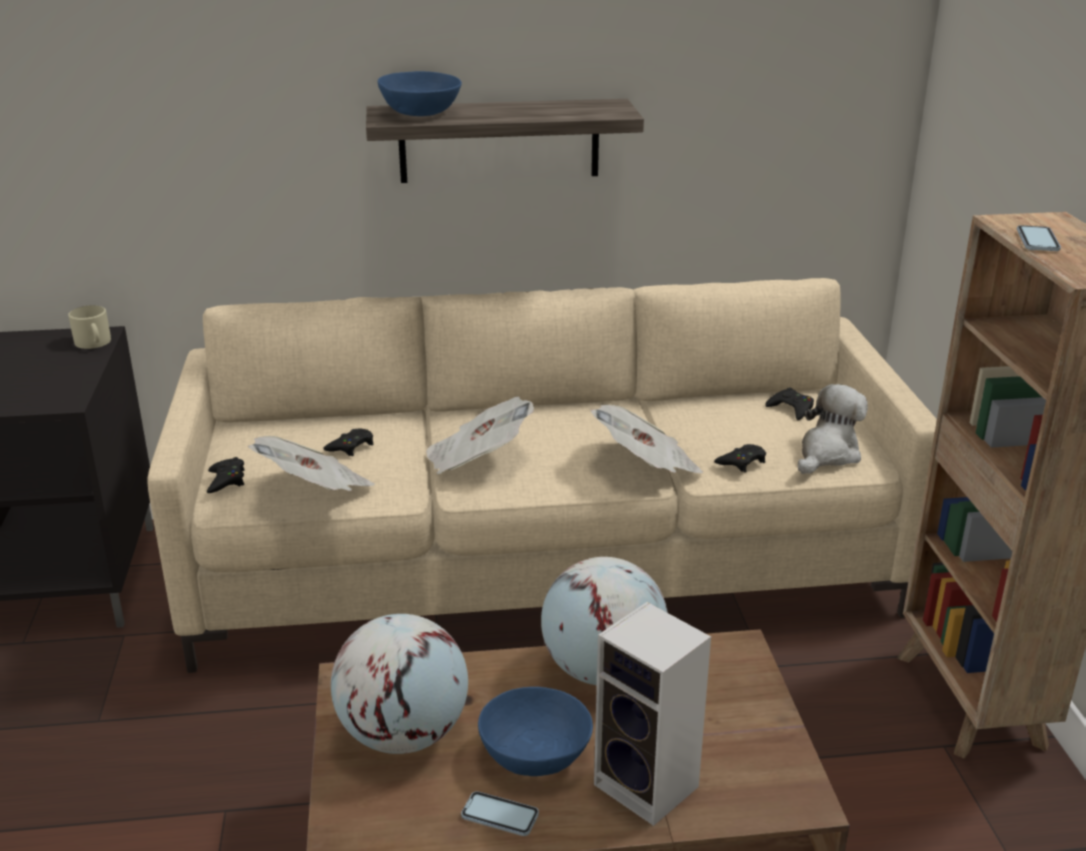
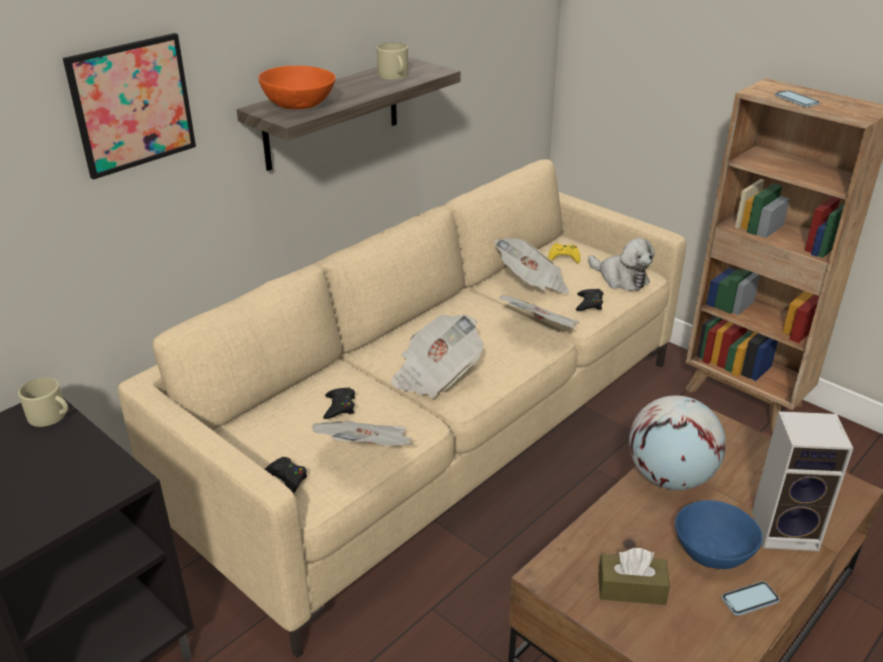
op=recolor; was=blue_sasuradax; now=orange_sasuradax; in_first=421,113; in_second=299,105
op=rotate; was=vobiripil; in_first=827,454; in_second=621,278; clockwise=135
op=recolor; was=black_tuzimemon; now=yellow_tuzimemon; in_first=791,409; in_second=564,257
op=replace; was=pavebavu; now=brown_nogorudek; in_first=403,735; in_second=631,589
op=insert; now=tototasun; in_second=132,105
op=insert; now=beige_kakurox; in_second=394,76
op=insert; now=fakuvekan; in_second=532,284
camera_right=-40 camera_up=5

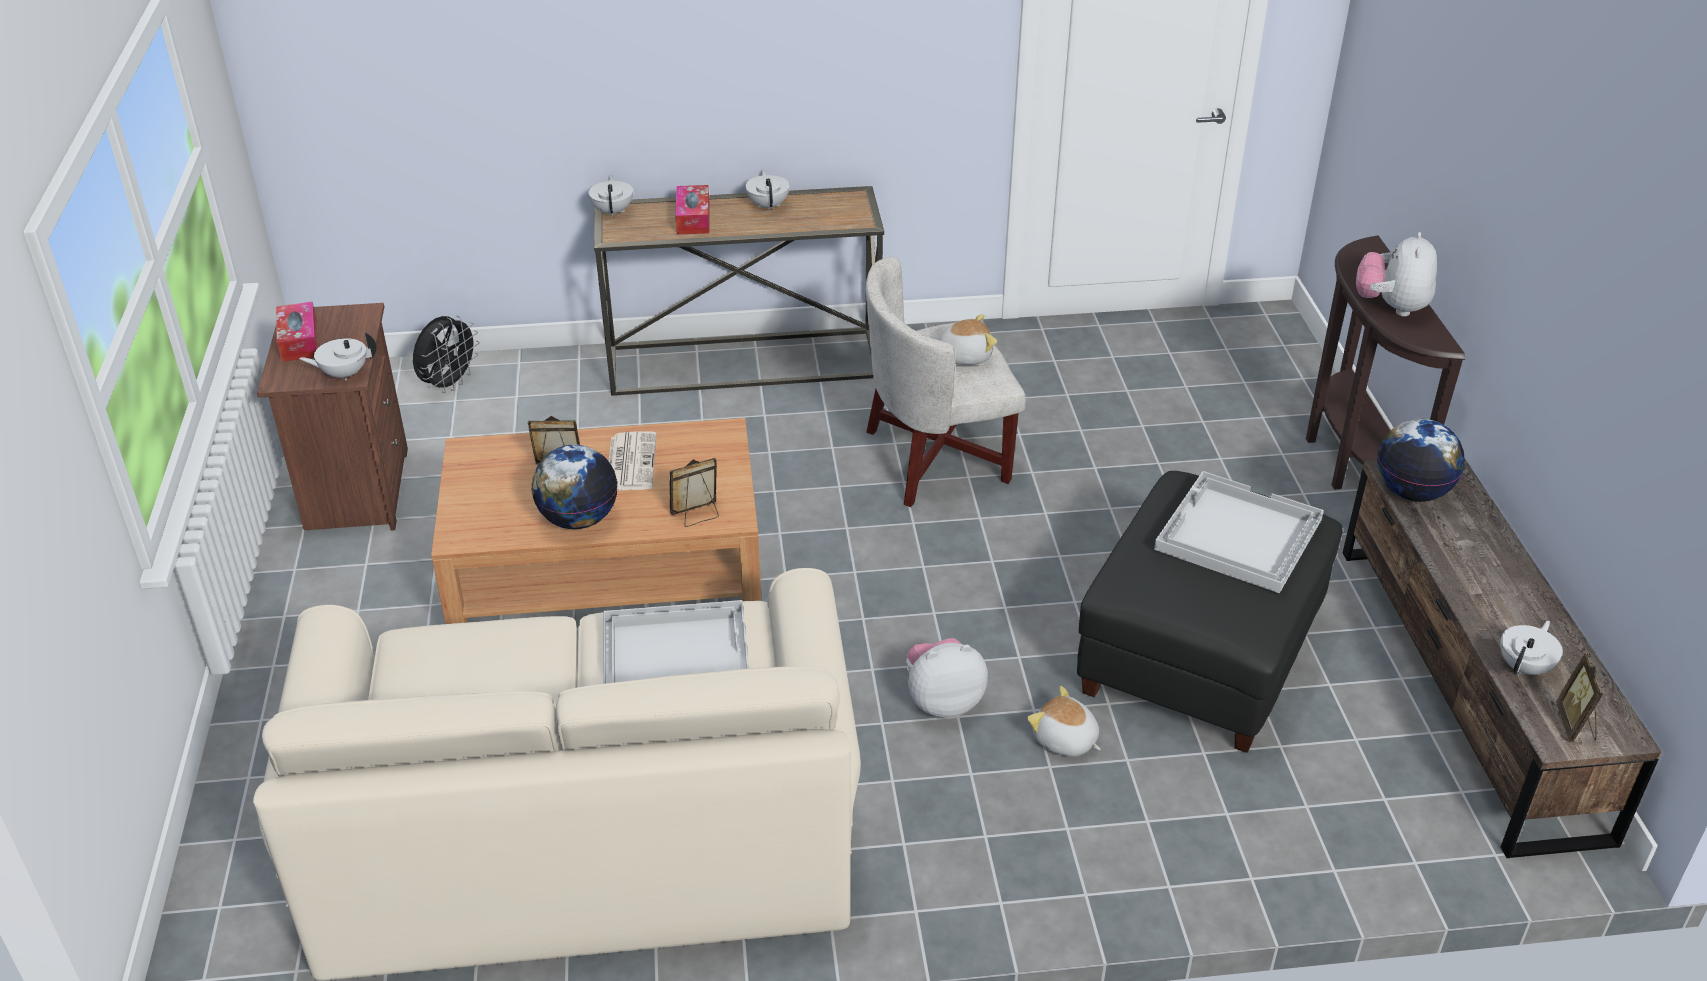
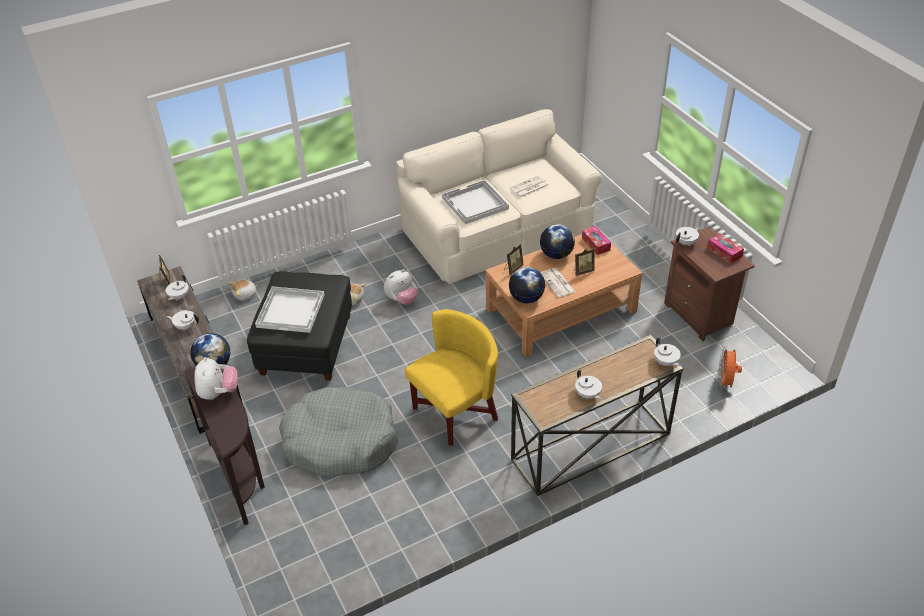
op=move; was=nogorudek; in_first=693,218; in_second=595,244
op=recolor; was=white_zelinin; now=yellow_zelinin; in_first=935,458; in_second=455,412
op=move; was=vobiripil; in_first=964,355; in_second=245,294
op=recolor; was=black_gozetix; now=orange_gozetix; in_first=449,384; in_second=725,382
op=insert; now=fakuvekan; in_second=529,187
op=insert; now=pavebavu; in_second=526,298
op=insert; now=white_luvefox; in_second=185,326
op=insert; now=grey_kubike; in_second=340,441
camera_right=160 camera_up=5

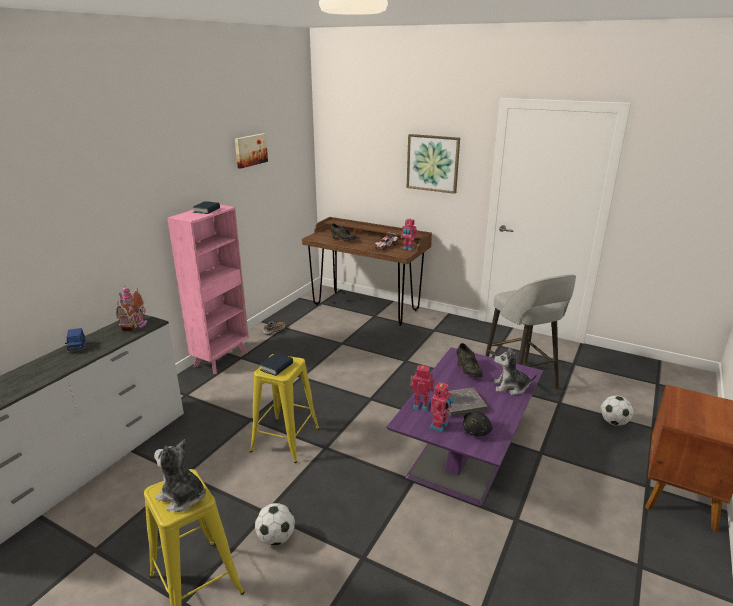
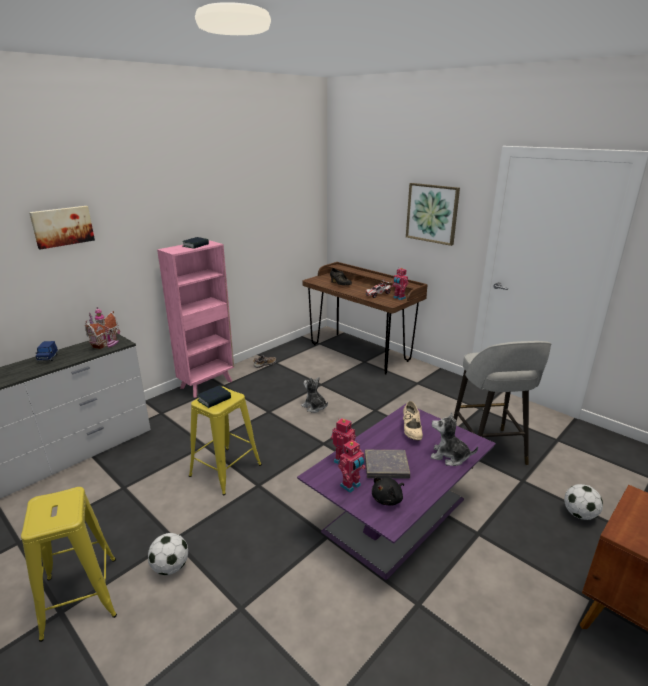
op=move; was=tototasun; in_first=250,150; in_second=62,226
op=recolor; was=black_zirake; now=beige_zirake; in_first=468,371; in_second=411,431
op=move; was=vobiripil; in_first=182,497; in_second=314,407
camera_right=15 camera_up=0

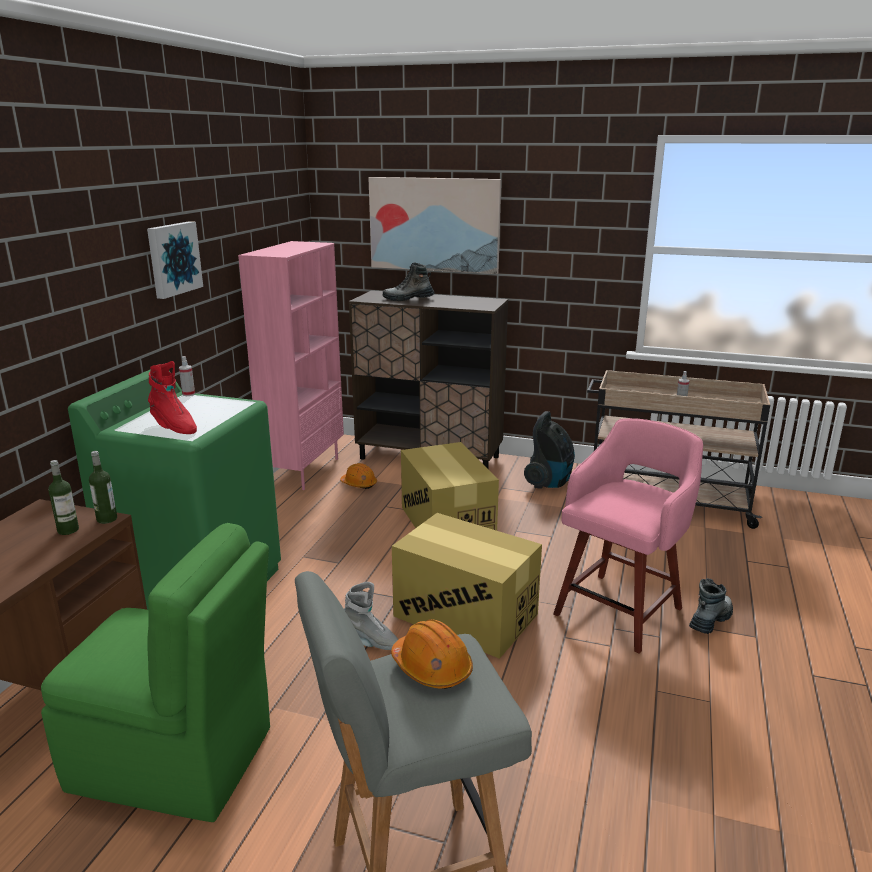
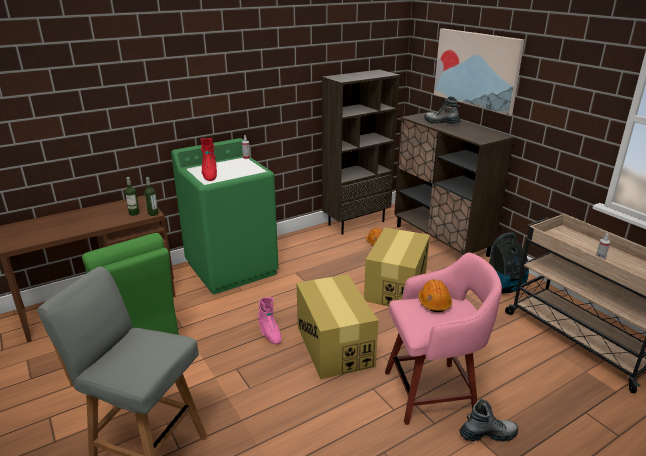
op=delete; was=tototasun; in_first=173,259
op=recolor; was=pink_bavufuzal; now=brown_bavufuzal; in_first=304,471; in_second=356,223
op=recolor; was=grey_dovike; now=pink_dovike; in_first=369,641; in_second=269,334
op=move; was=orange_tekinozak; in_first=432,668; in_second=434,302
camera_right=40 camera_up=5

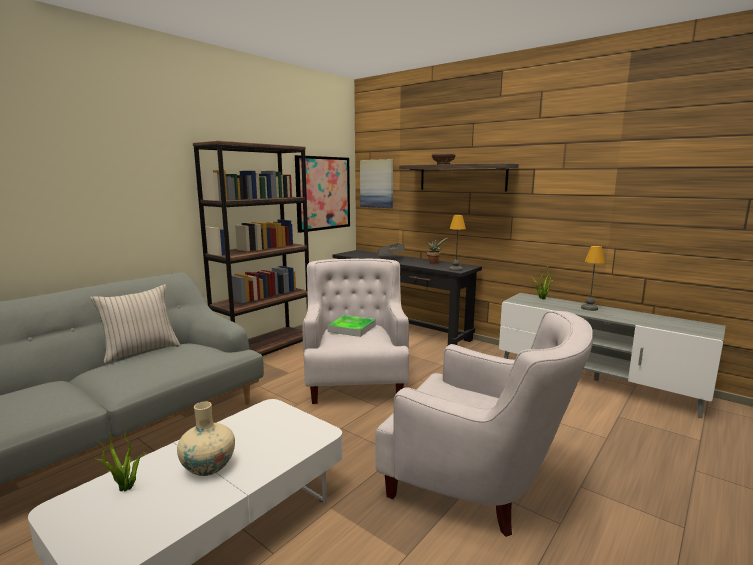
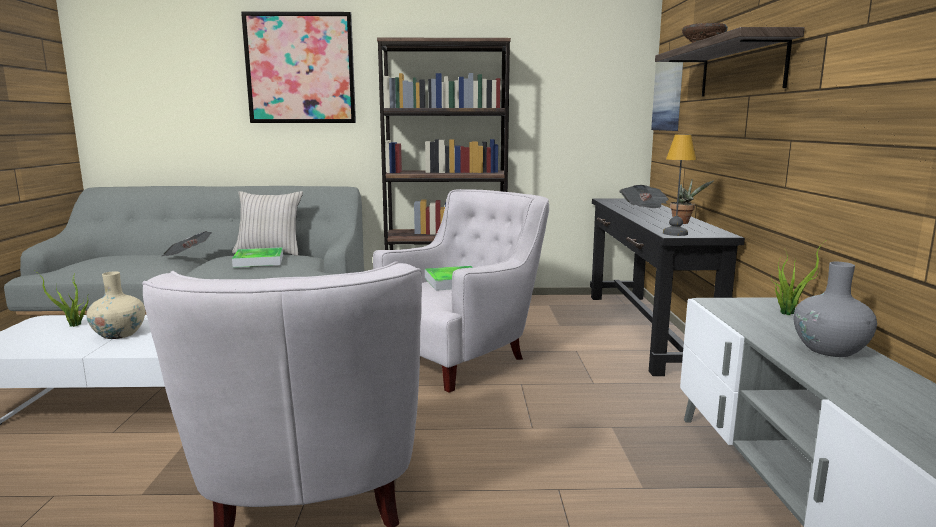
op=move; was=tototasun; in_first=323,193; in_second=300,68
op=replace; was=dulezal; now=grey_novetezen; in_first=590,308; in_second=829,350
op=insert; now=fakuvekan; in_second=188,257
op=insert; now=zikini; in_second=259,261
camera_right=50 camera_up=0

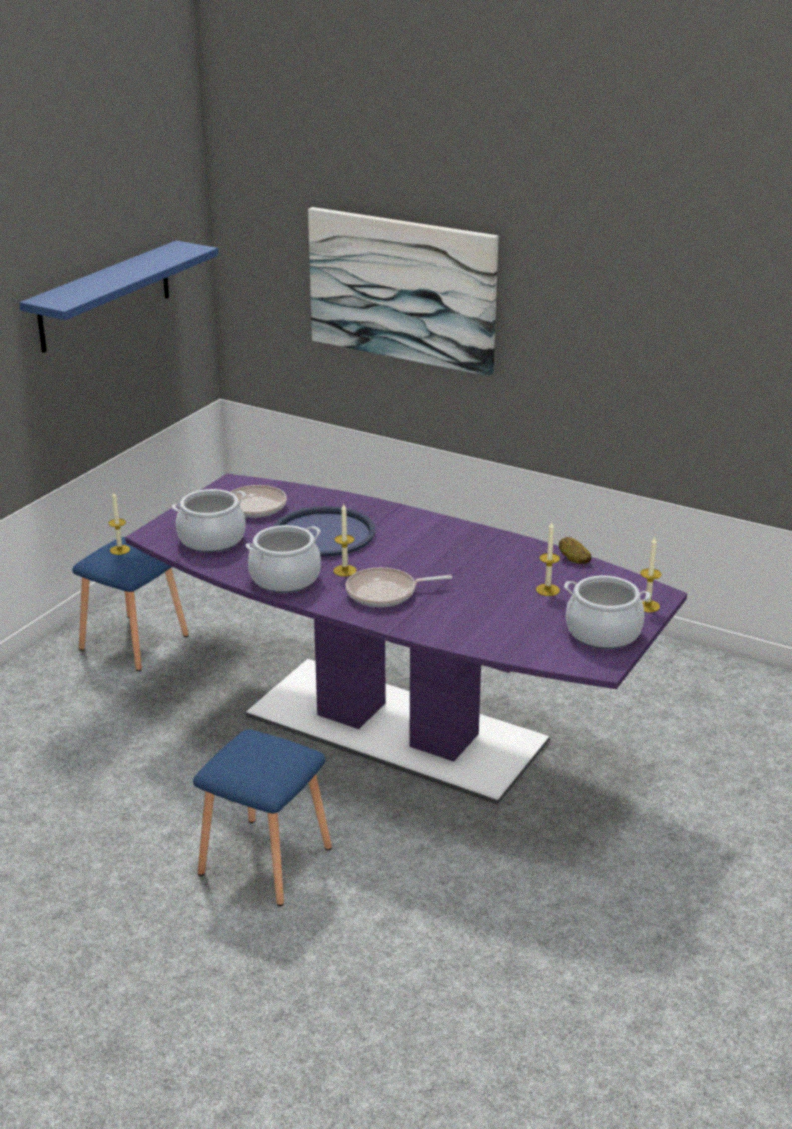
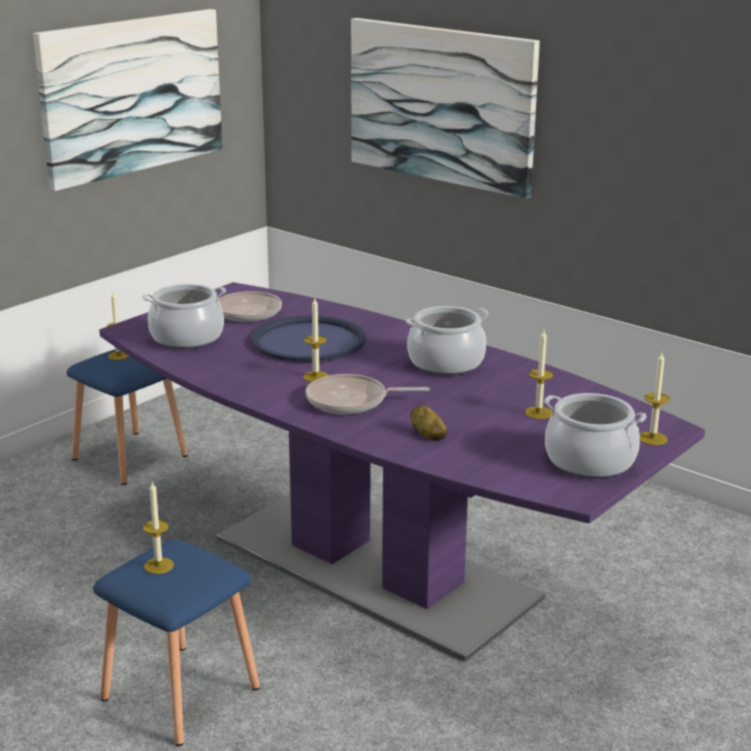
op=replace; was=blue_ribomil; now=tototasun; in_first=105,296; in_second=132,95
op=move; was=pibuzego; in_first=285,579; in_second=445,363
op=move; was=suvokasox; in_first=574,559; in_second=427,434
op=insert; now=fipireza; in_second=158,566
camera_right=10 camera_up=-5

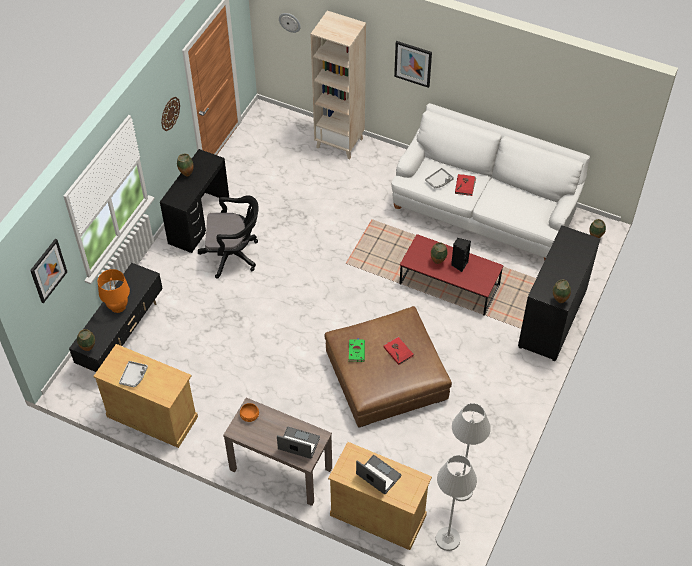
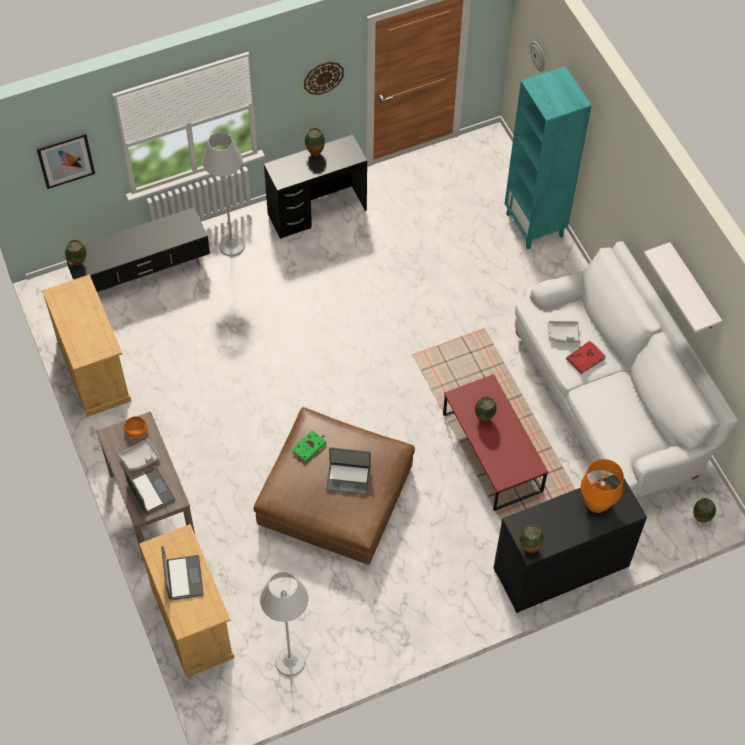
op=recolor; was=beige_bavufuzal; now=turquoise_bavufuzal; in_first=340,143; in_second=535,225
op=delete; was=tototasun; in_first=413,63
op=delete; was=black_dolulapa; in_first=233,255
op=delete; was=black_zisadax; in_first=459,264
op=move; was=orange_dulezal; in_first=118,306; in_second=597,503
op=replace; was=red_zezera; now=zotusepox; in_first=398,351; in_second=348,478
op=move; was=grey_zikini; in_first=134,376; in_second=140,458
op=move; was=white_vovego; in_first=447,539; in_second=232,246
op=insert; now=white_ribomil; in_second=693,288
camera_right=40 camera_up=5

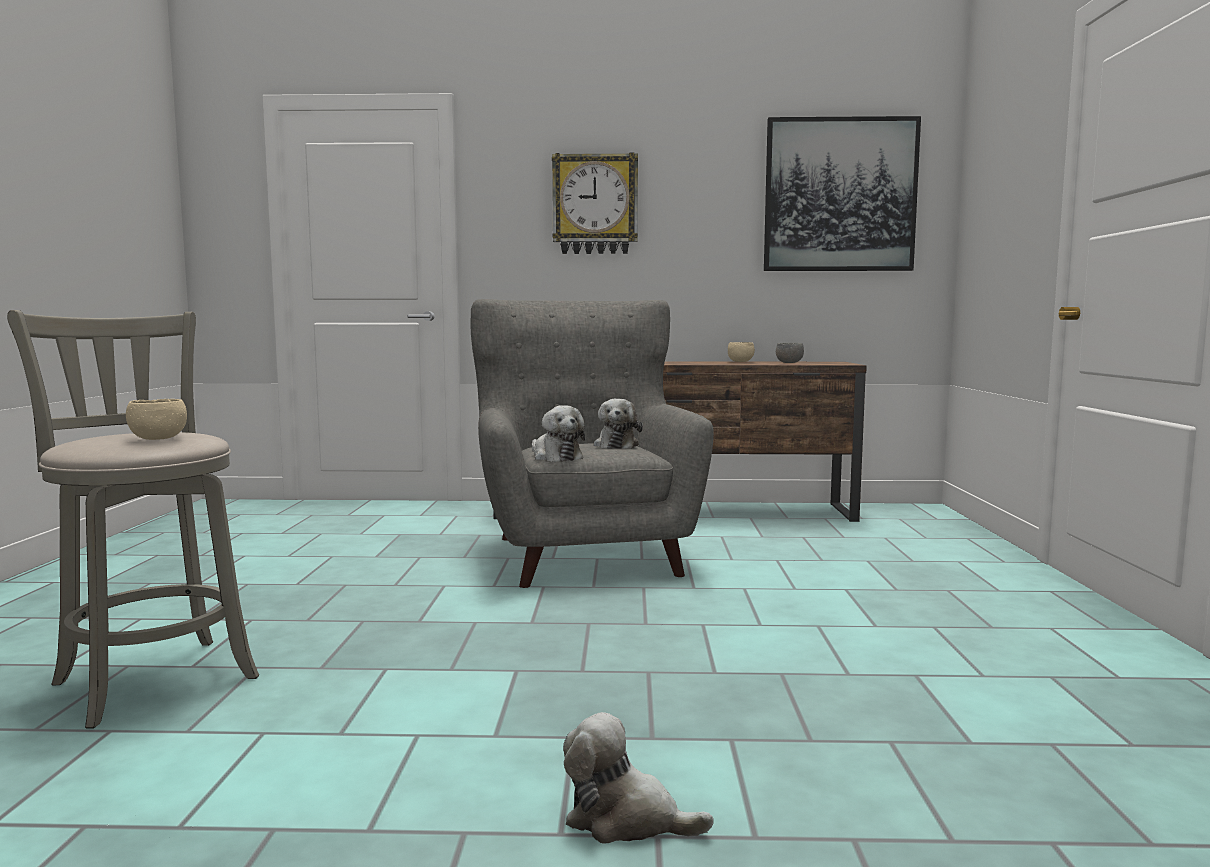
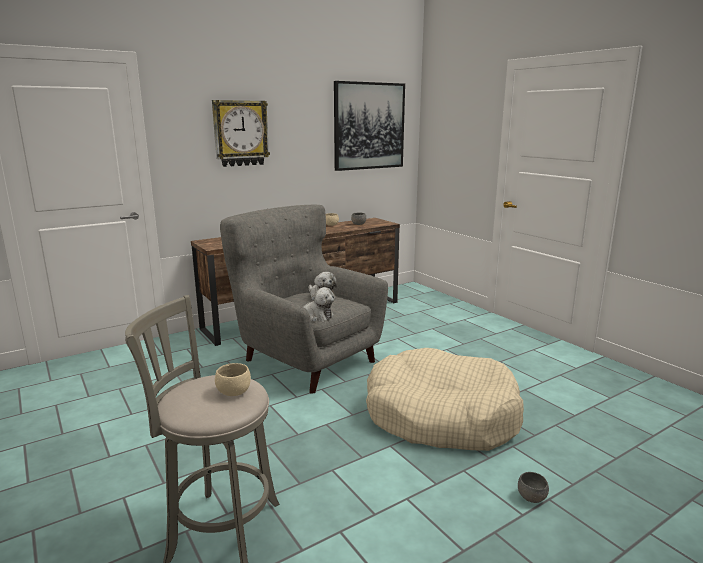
op=replace; was=vobiripil; now=grey_sasuradax; in_first=625,819; in_second=531,497
op=insert; now=beige_kubike; in_second=441,415
camera_right=-35 camera_up=10

